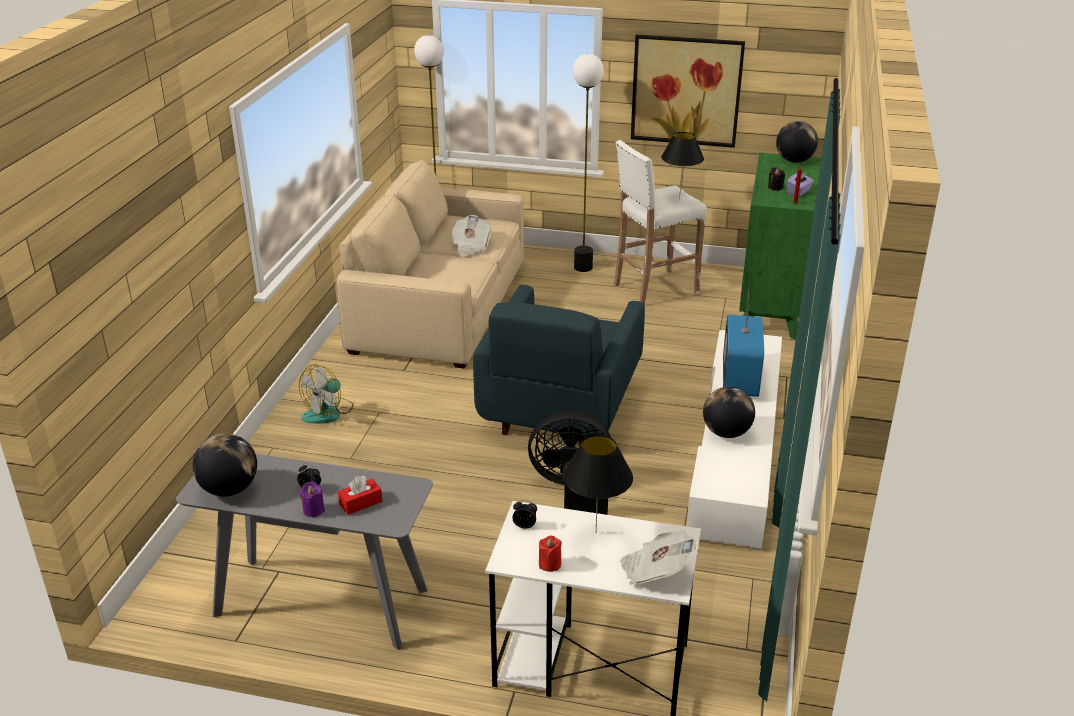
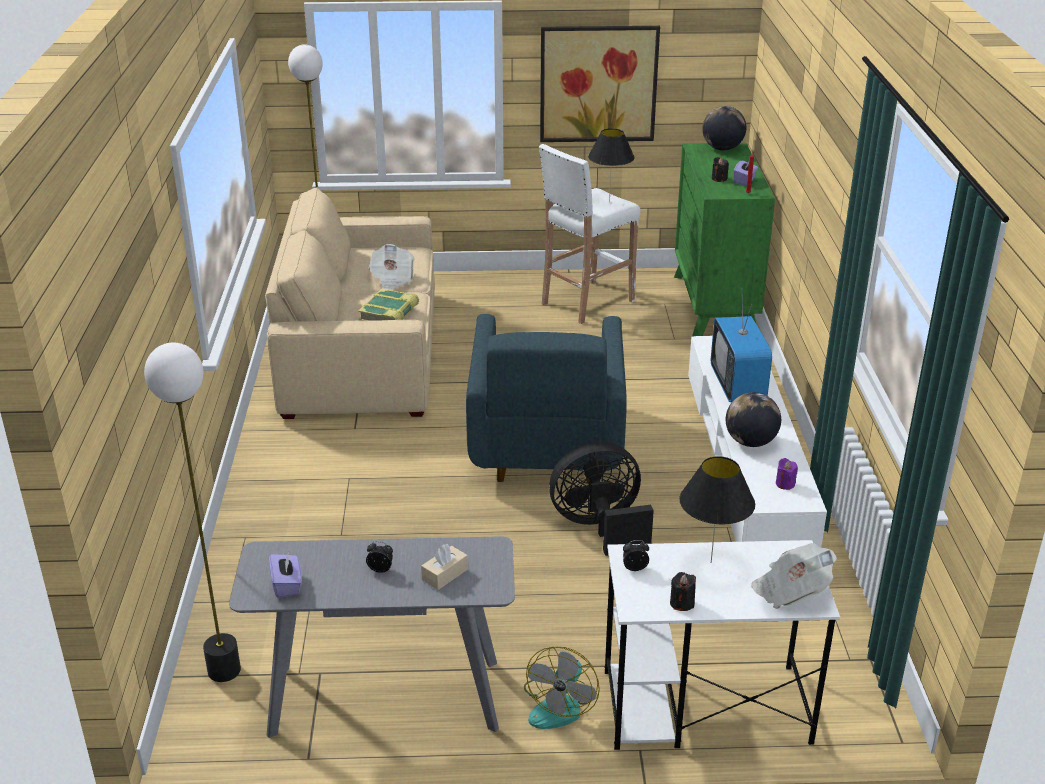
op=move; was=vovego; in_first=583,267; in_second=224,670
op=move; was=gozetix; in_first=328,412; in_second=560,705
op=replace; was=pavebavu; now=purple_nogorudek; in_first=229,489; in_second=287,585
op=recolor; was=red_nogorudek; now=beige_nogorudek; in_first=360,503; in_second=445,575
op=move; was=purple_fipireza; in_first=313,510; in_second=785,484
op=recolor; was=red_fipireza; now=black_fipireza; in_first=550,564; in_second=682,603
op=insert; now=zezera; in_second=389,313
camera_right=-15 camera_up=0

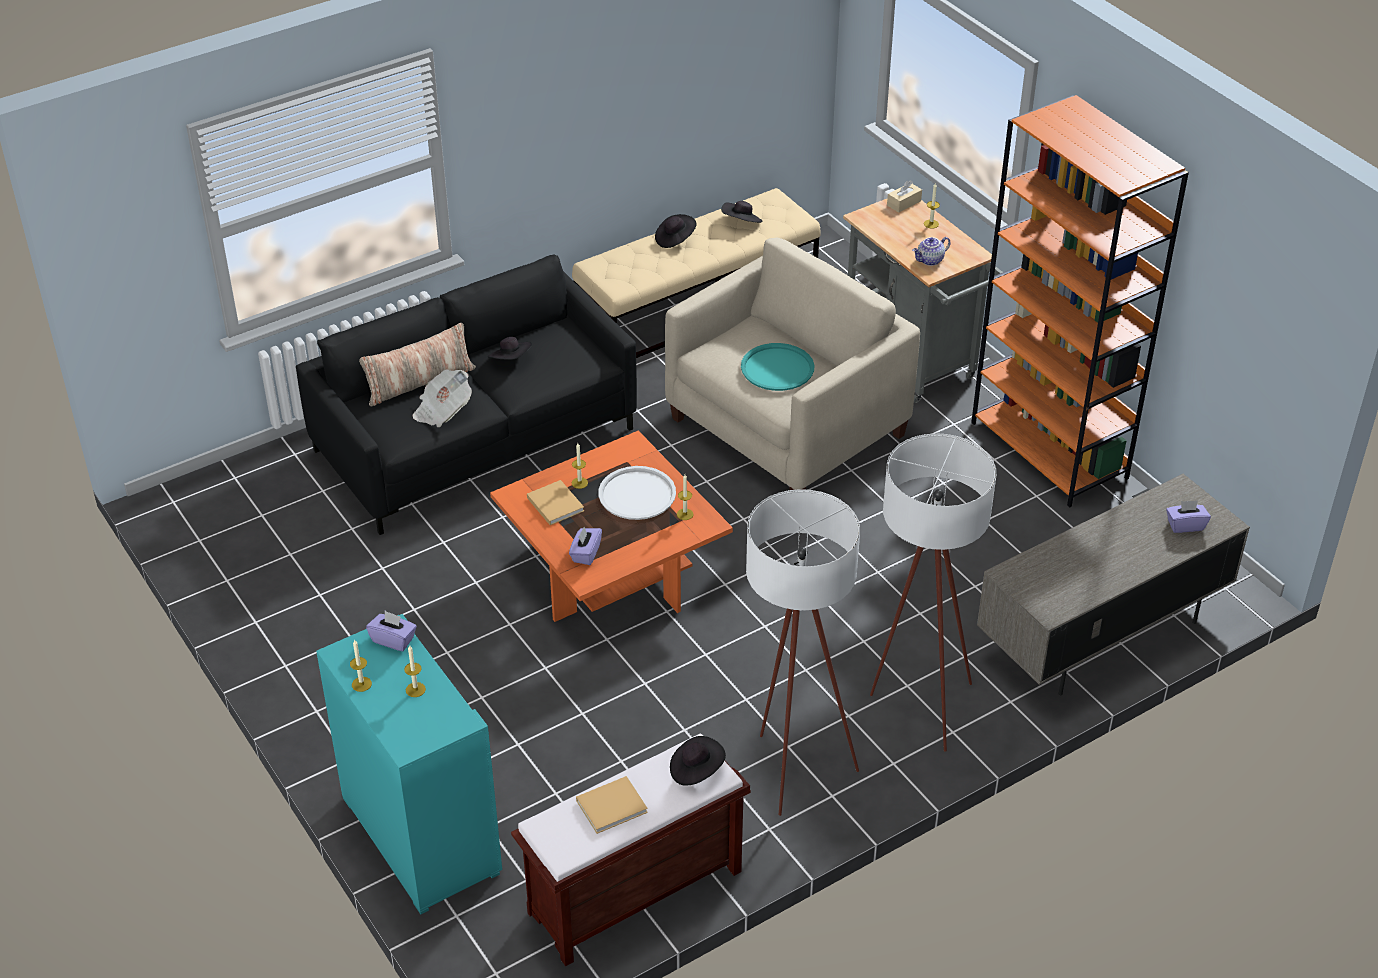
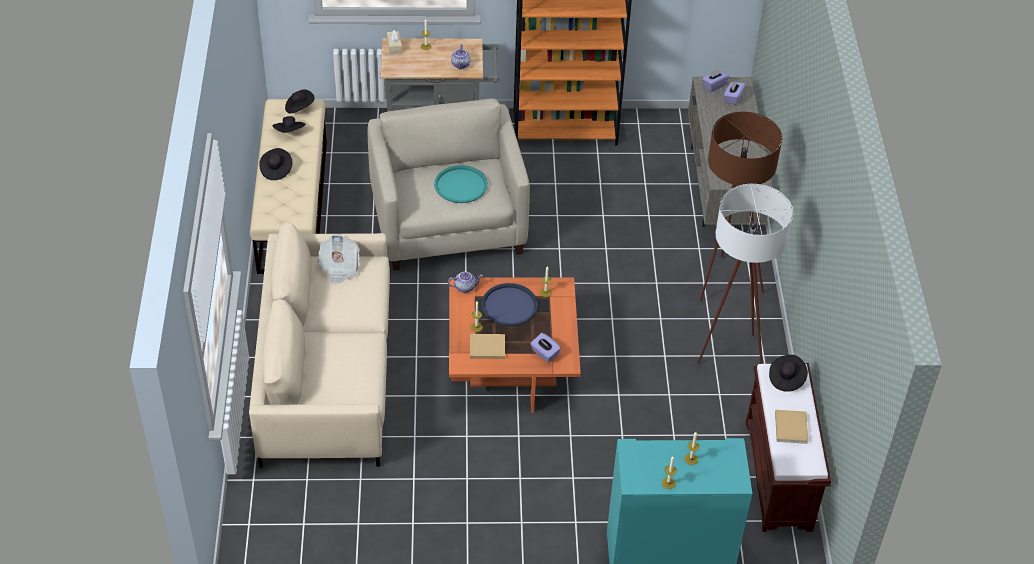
op=recolor; was=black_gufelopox; now=beige_gufelopox; in_first=476,440; in_second=327,375
op=delete; was=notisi; in_first=419,382
op=move; was=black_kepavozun; in_first=511,360; in_second=299,107
op=move; was=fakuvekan; in_first=442,411; in_second=339,268
op=recolor; was=white_vovego; now=brown_vovego; in_first=916,706; in_second=721,287
op=recolor; was=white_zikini; now=blue_zikini; in_first=637,494; in_second=509,305
op=move; was=purple_nogorudek; in_first=393,640; in_second=714,85
op=insert; now=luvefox; in_second=465,287
camera_right=-60 camera_up=5

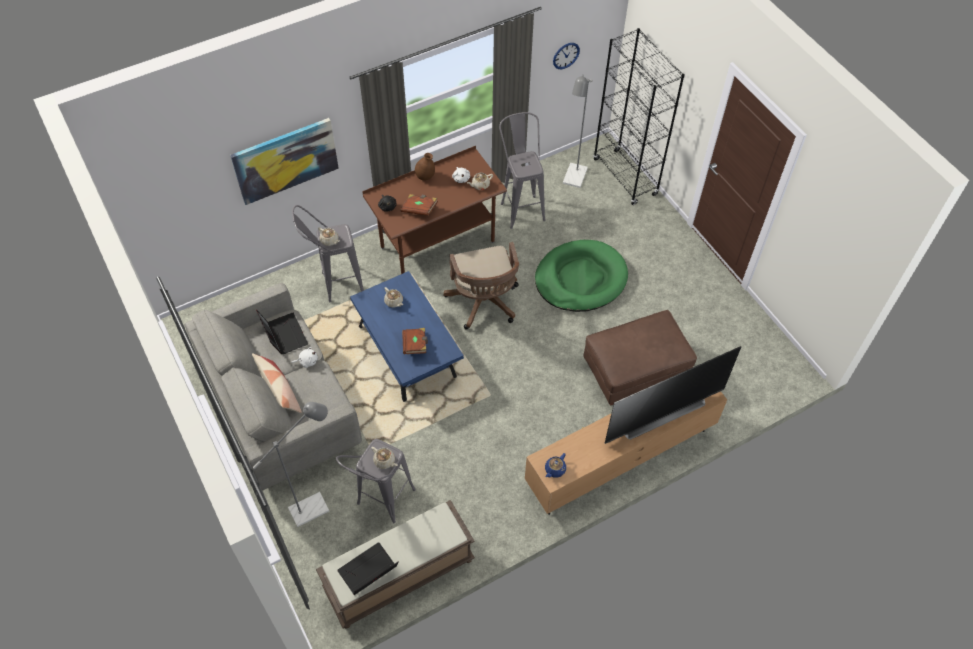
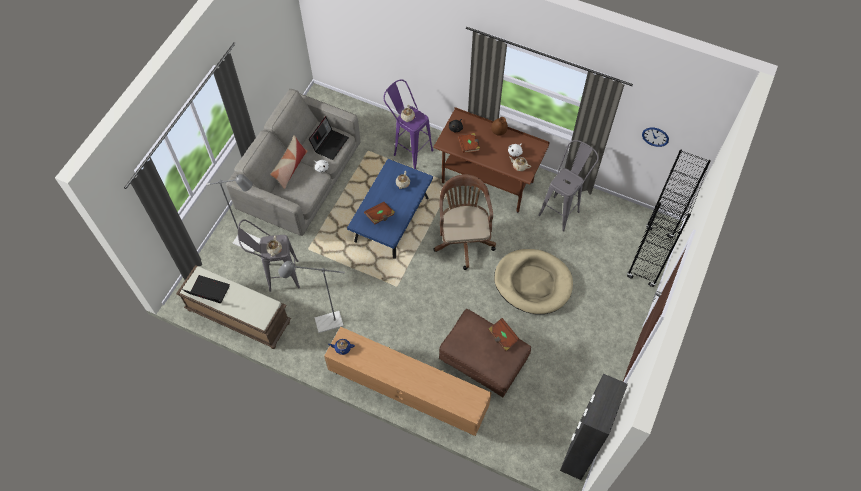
op=move; was=grey_vovego; in_first=573,180; in_second=323,323
op=delete; was=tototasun; in_first=285,160
op=recolor; was=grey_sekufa; now=purple_sekufa; in_first=335,285; in_second=408,149
op=recolor; was=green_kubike; now=beige_kubike; in_first=580,279; in_second=533,283
op=rotate; was=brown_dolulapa; in_first=484,304; in_second=463,238; clockwise=135
op=delete; was=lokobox; in_first=661,412
op=insert; now=brown_zezera; in_second=502,337
op=insert; now=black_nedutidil; in_second=578,453
camera_right=55 camera_up=5

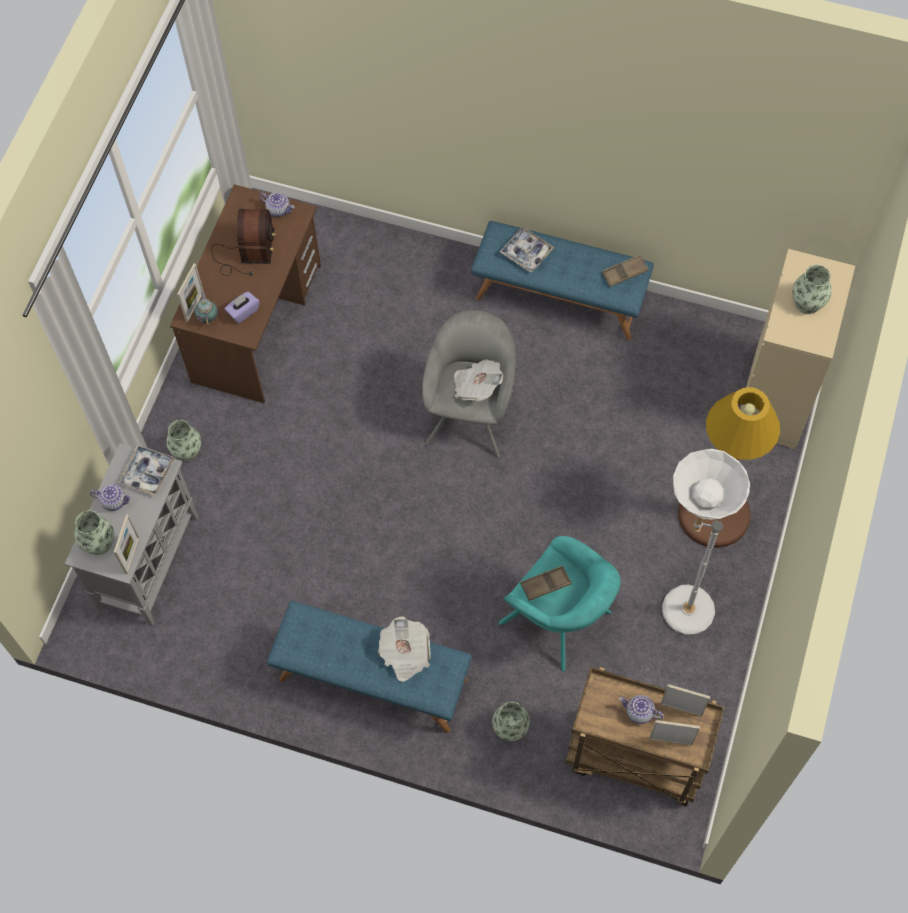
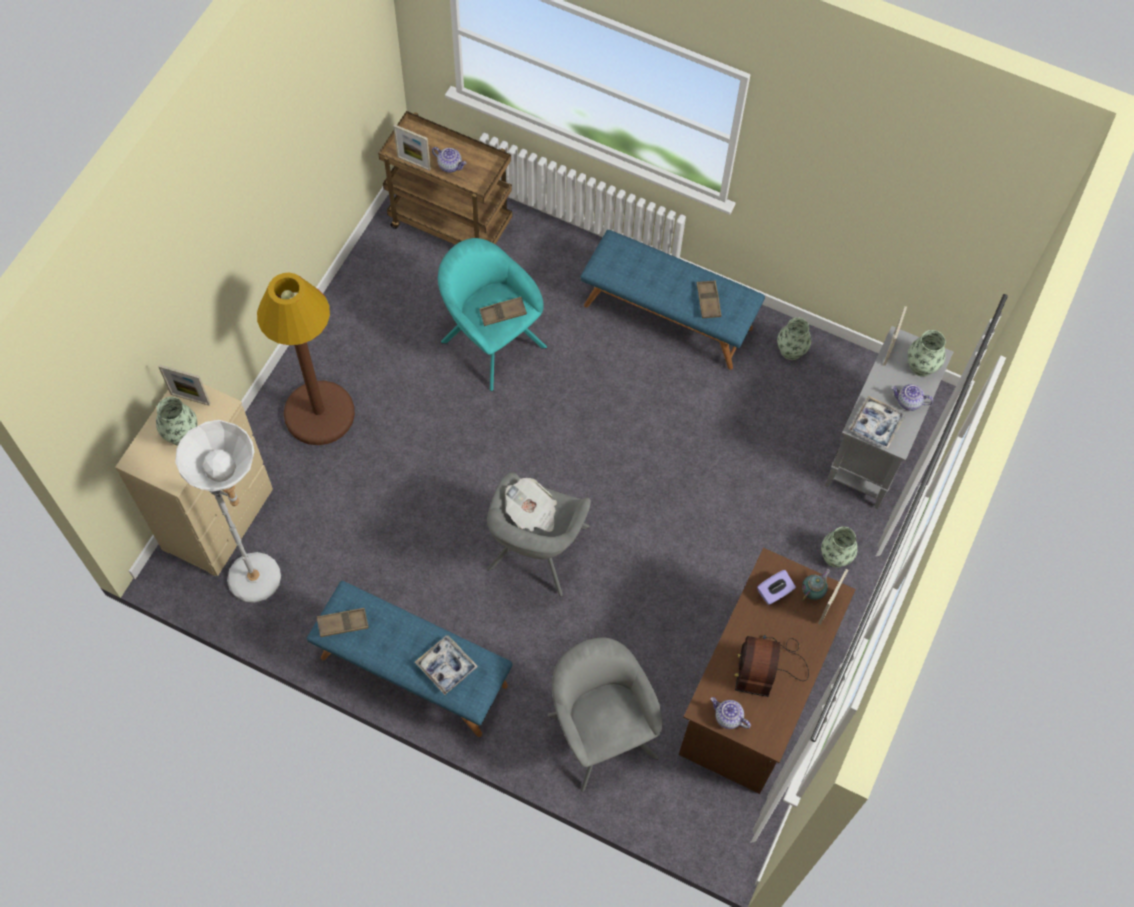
op=rotate; was=luvefox; in_first=208,317; in_second=813,592; clockwise=-135
op=move; was=white_vovego; in_first=676,608; in_second=265,582
op=delete; was=fakuvekan; in_first=405,654
op=move; was=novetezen; in_first=510,728; in_second=791,350
op=move; was=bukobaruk; in_first=670,741; in_second=190,399
op=insert; now=brown_zikini; in_second=708,301
op=insert; now=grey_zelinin; in_second=600,730
camera_right=-175 camera_up=0

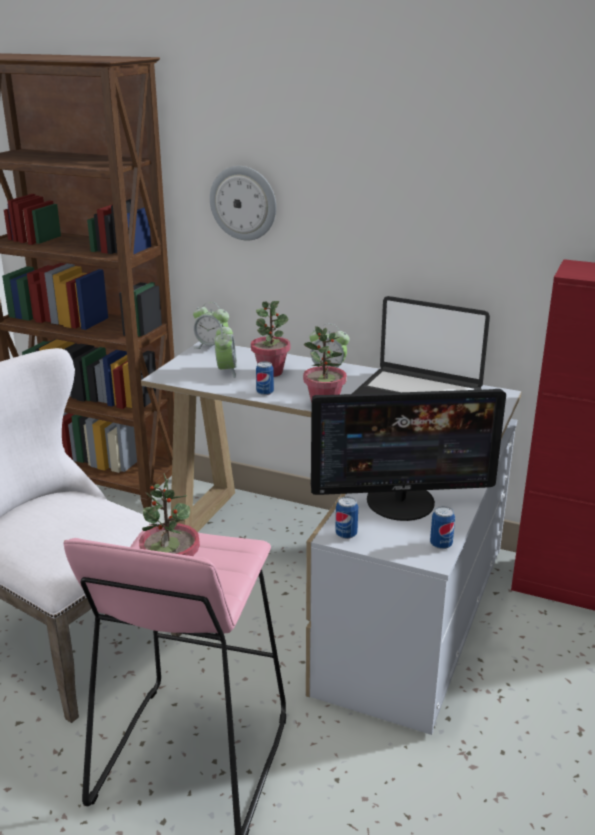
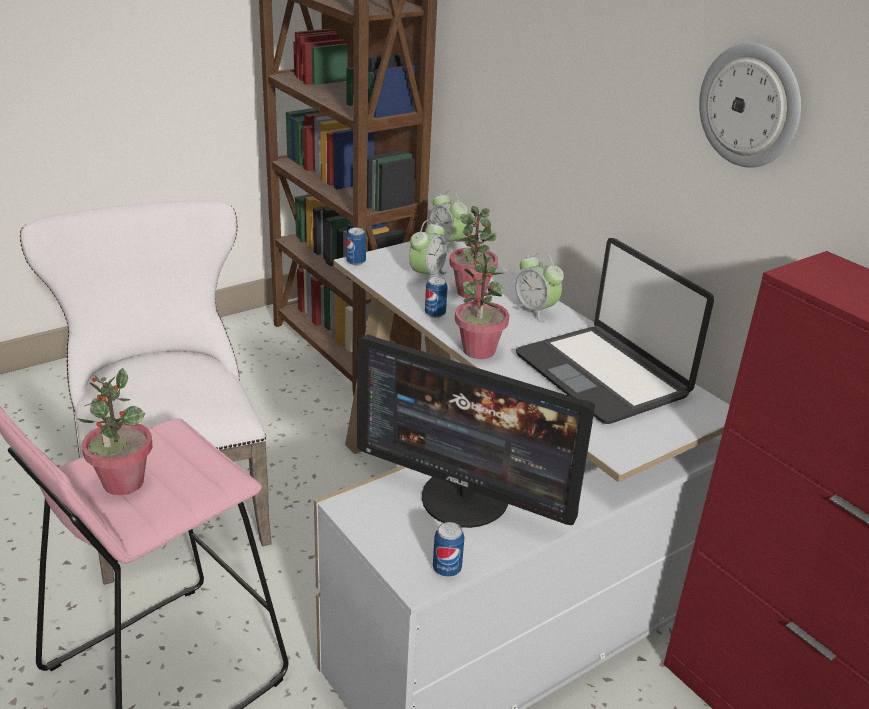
op=move; was=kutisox; in_first=243,203; in_second=750,105
op=move; was=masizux; in_first=346,534; in_second=356,262
camera_right=30 camera_up=5

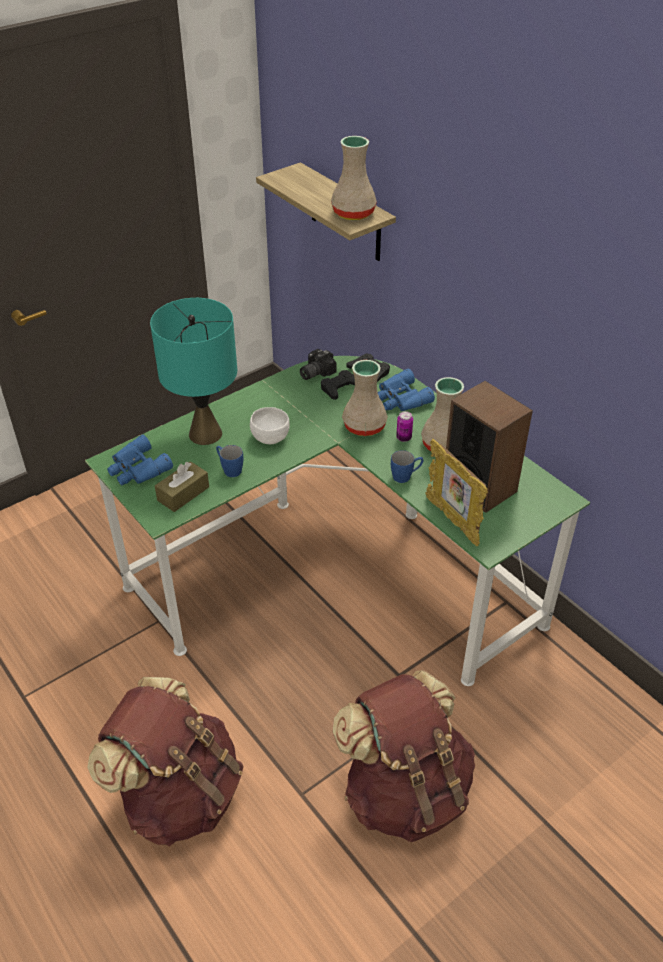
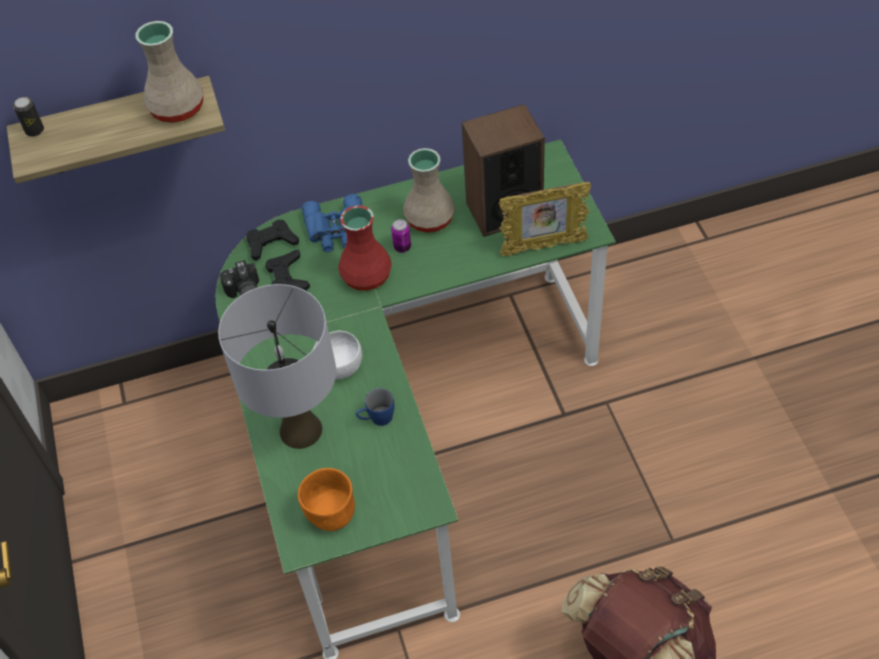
op=recolor; was=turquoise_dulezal; now=grey_dulezal; in_first=205,434; in_second=301,430
op=recolor; was=beige_novetezen; now=red_novetezen; in_first=363,426; in_second=365,276
op=replace; was=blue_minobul; now=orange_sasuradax; in_first=137,469; in_second=331,515
op=delete; was=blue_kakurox; in_first=406,476
op=delete; was=brown_nogorudek; in_first=183,494
op=delete; was=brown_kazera; in_first=405,791
op=insert; now=masizux; in_second=34,130
camera_right=-65 camera_up=10

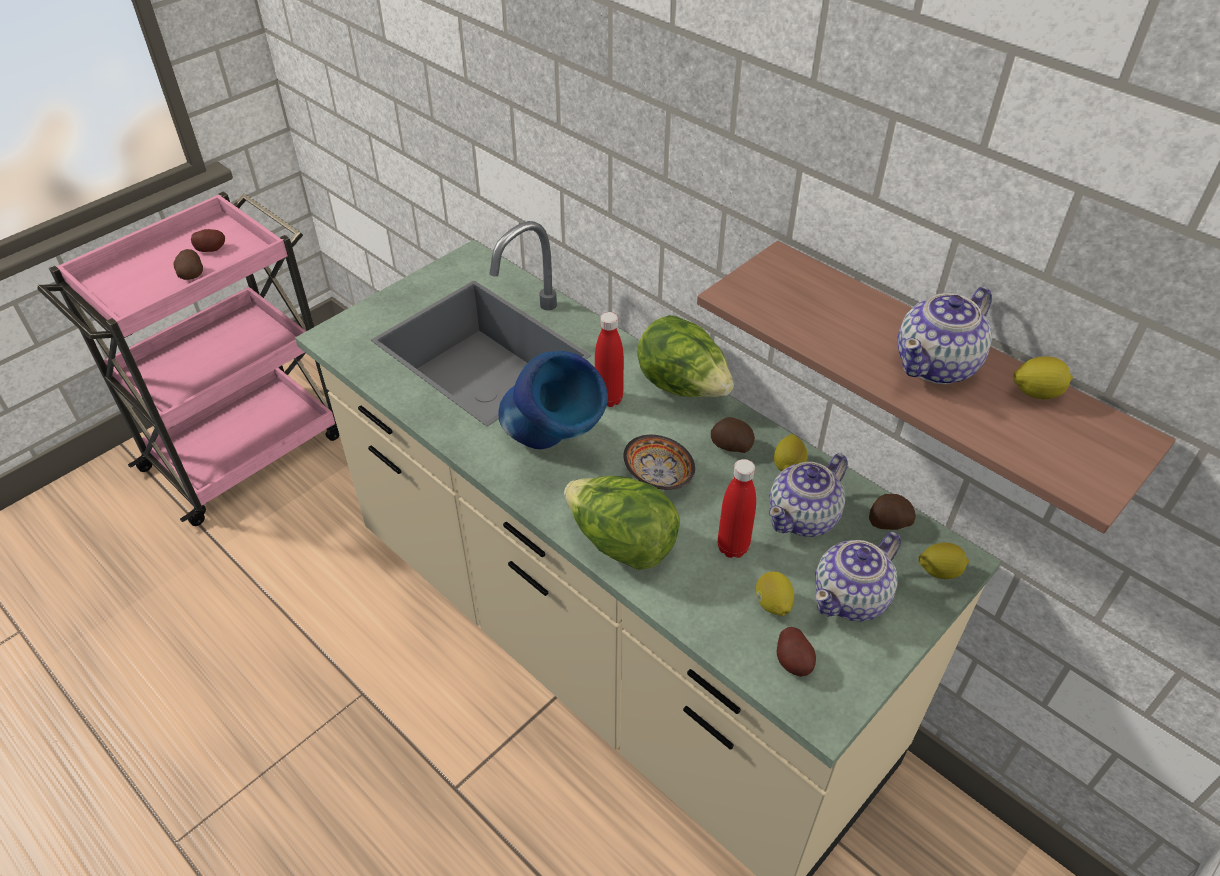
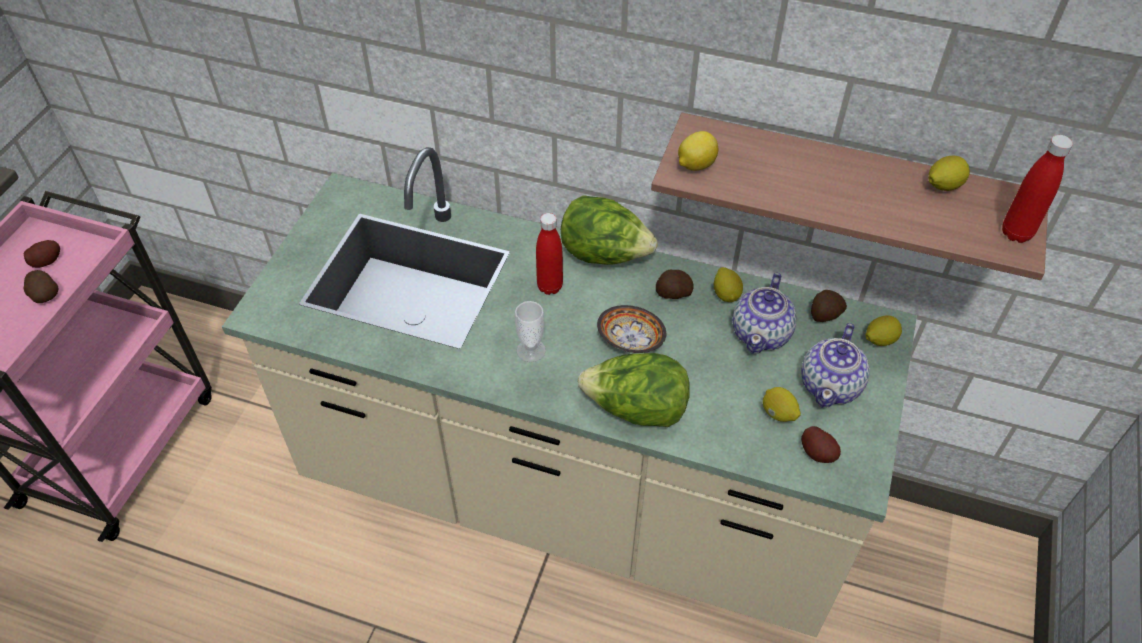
op=delete; was=luvefox; in_first=937,365
op=replace; was=blue_novetezen; now=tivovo; in_first=552,451; in_second=531,350
op=move; was=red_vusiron; in_first=732,547; in_second=1016,233
op=insert; now=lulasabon; in_second=695,165
camera_right=-25 camera_up=5

